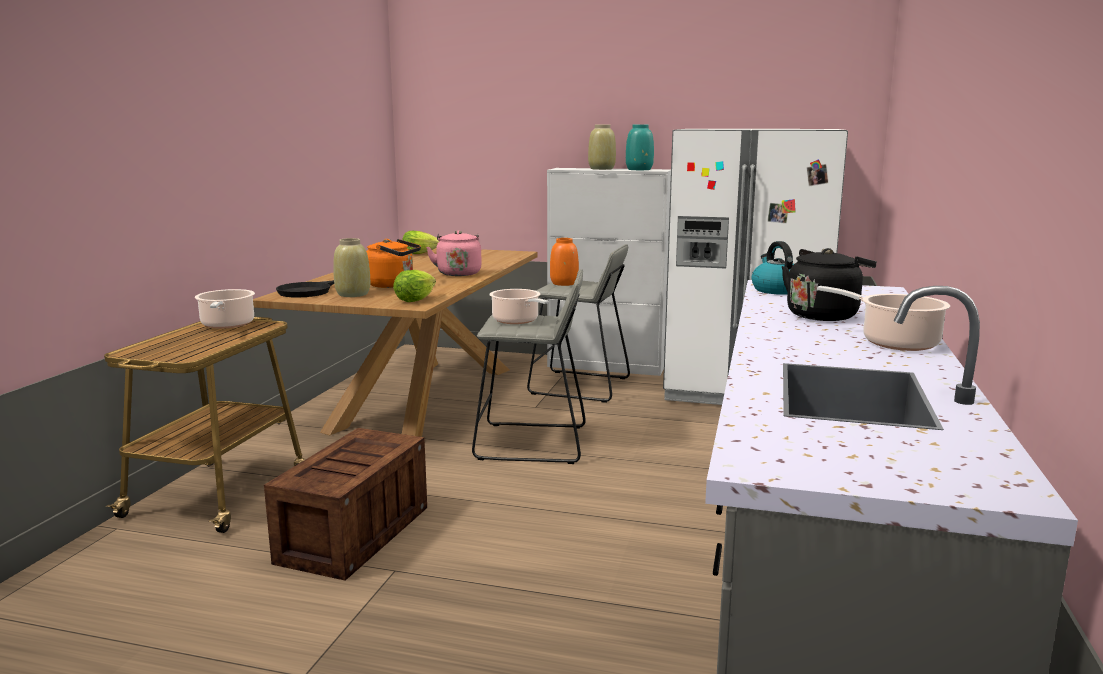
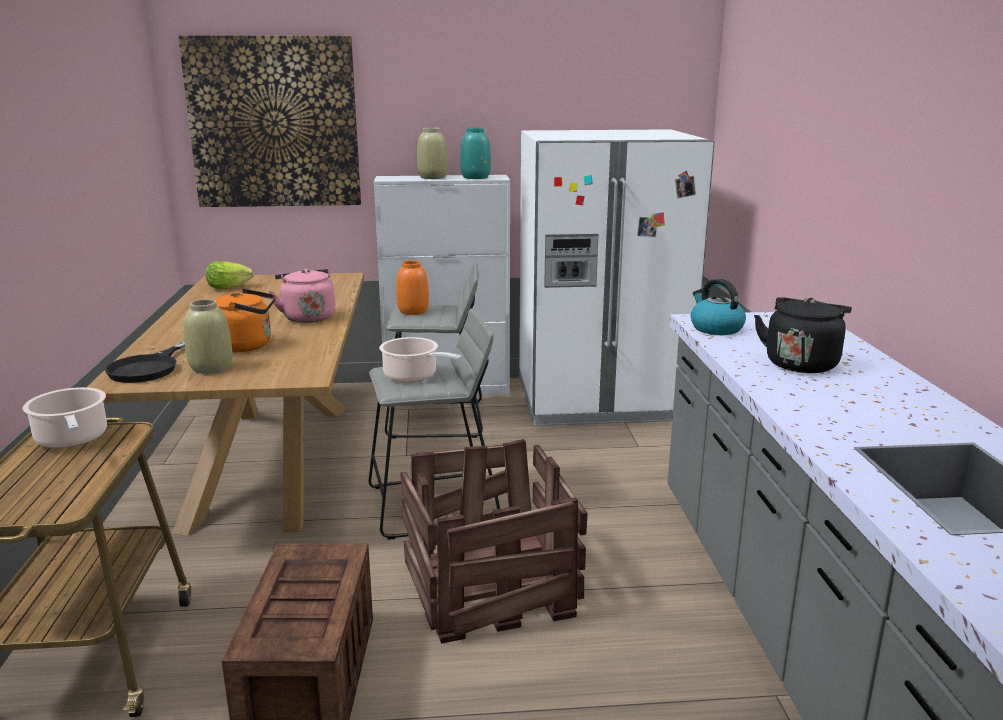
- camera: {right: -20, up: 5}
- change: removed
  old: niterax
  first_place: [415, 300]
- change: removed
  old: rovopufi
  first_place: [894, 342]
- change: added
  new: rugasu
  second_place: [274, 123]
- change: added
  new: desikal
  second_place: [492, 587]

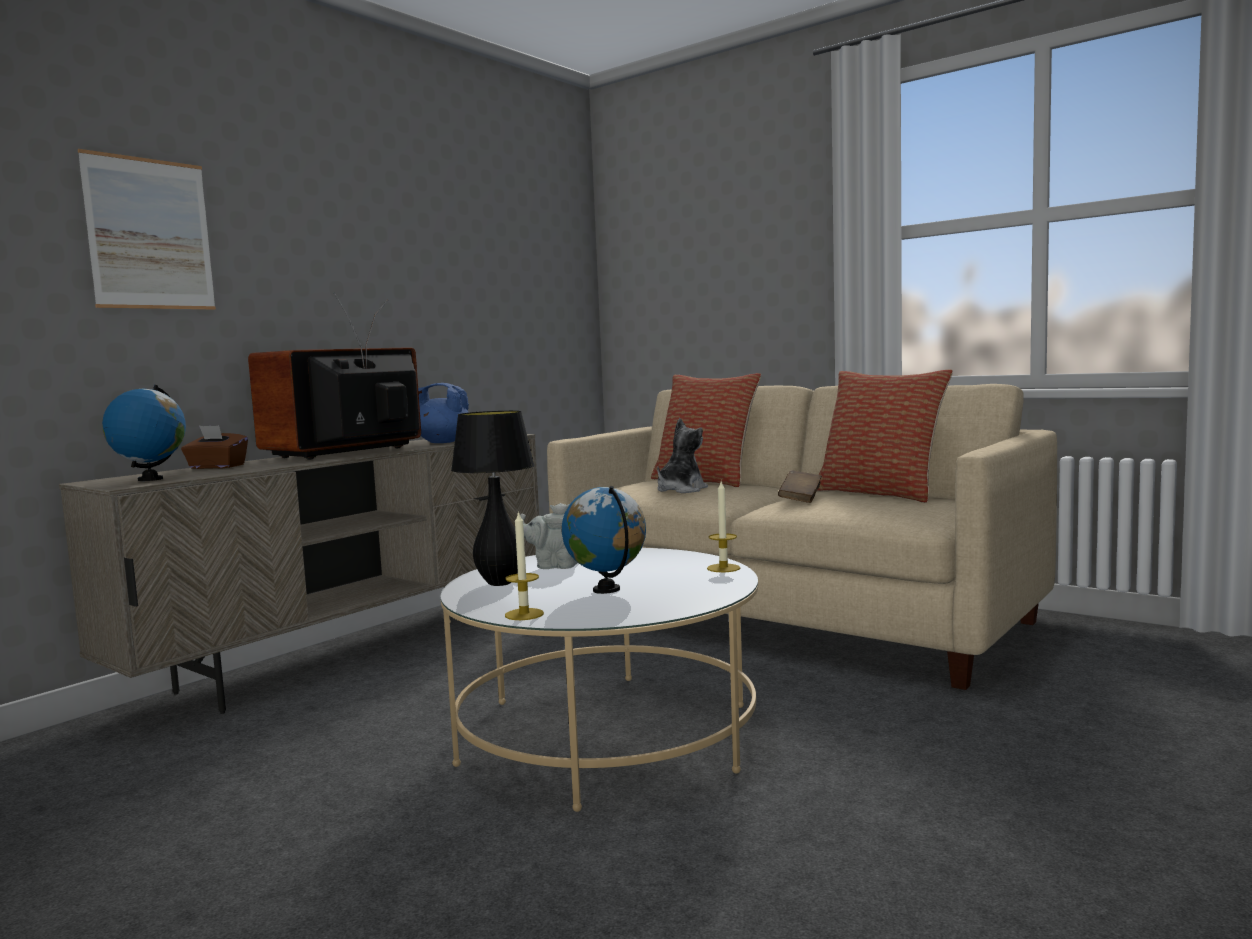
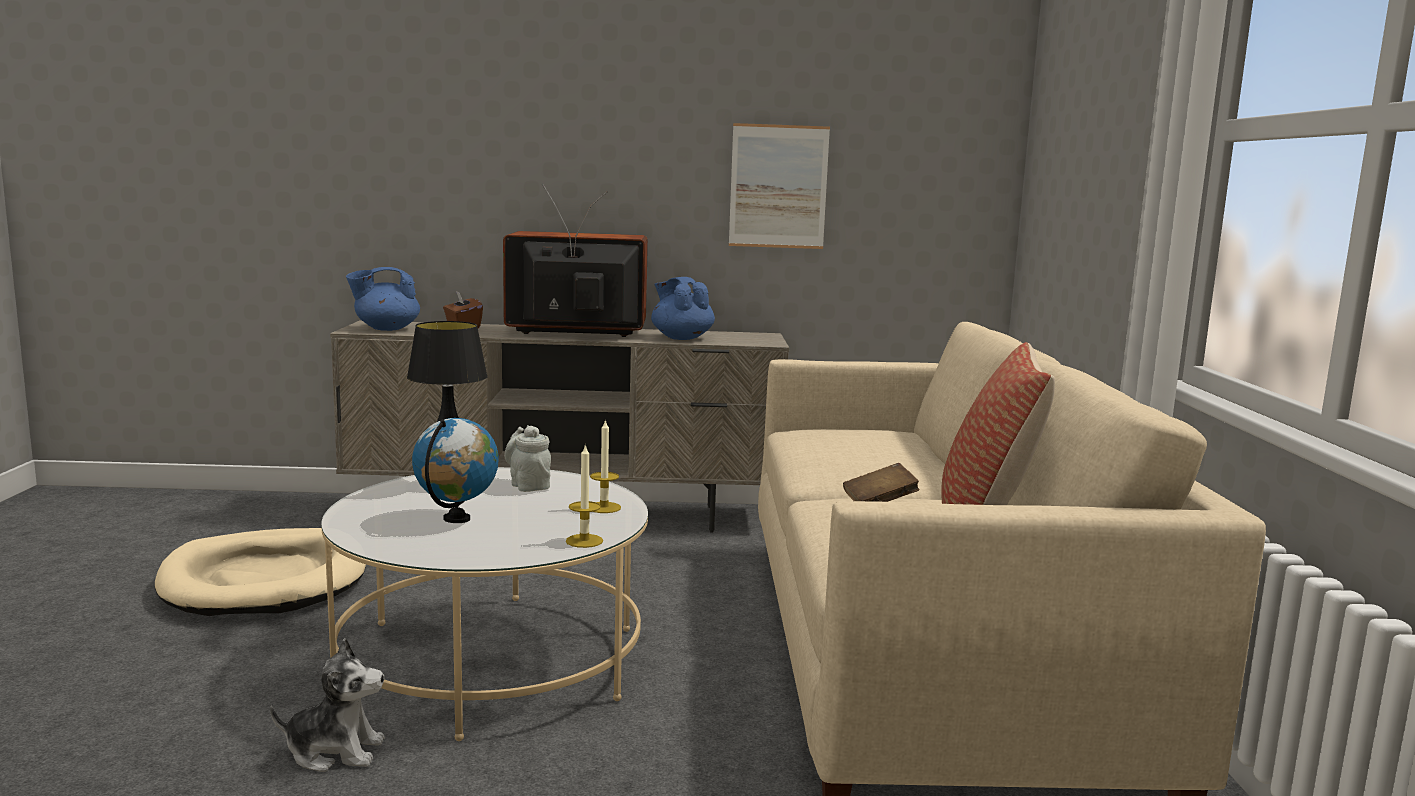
- camera: {right: 50, up: 5}
- change: moved
  old: rugasu
  first_place: [150, 234]
  second_place: [778, 186]
- change: removed
  old: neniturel
  first_place: [705, 481]
- change: replaced
  old: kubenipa
  new: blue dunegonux
  first_place: [150, 479]
  second_place: [386, 329]
- change: moved
  old: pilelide
  first_place: [680, 490]
  second_place: [335, 751]
- change: moved
  old: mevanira
  first_place: [524, 614]
  second_place: [604, 507]
- change: added
  new: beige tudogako
  second_place: [265, 580]

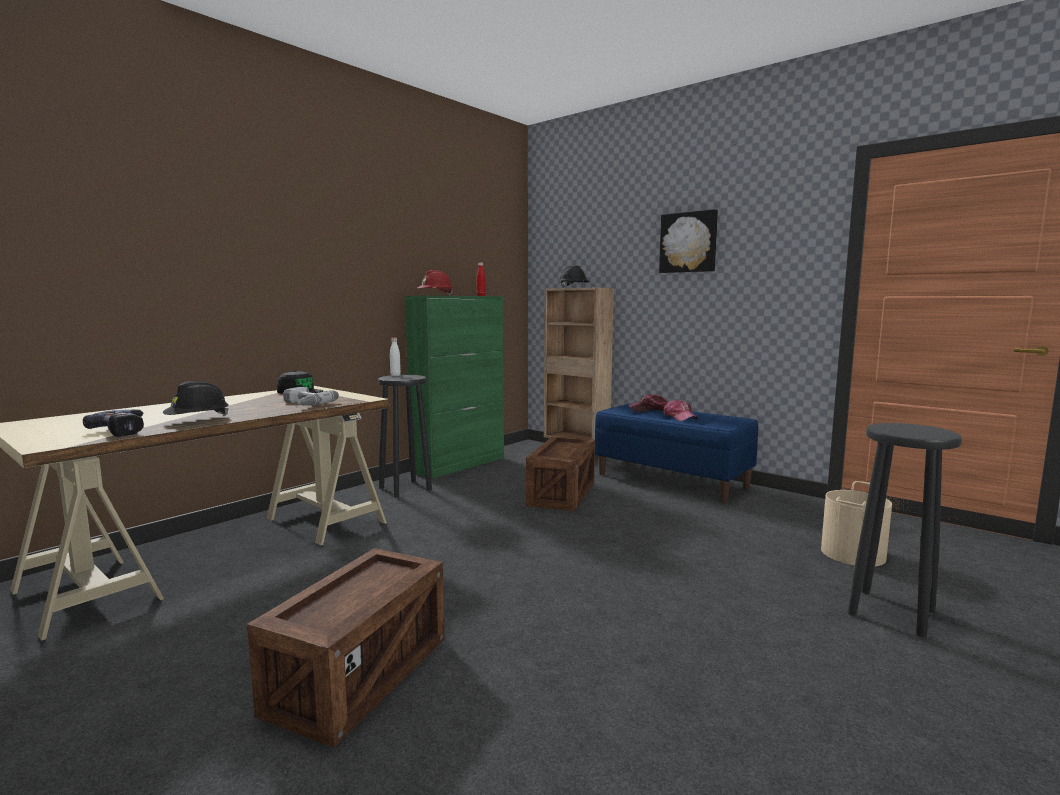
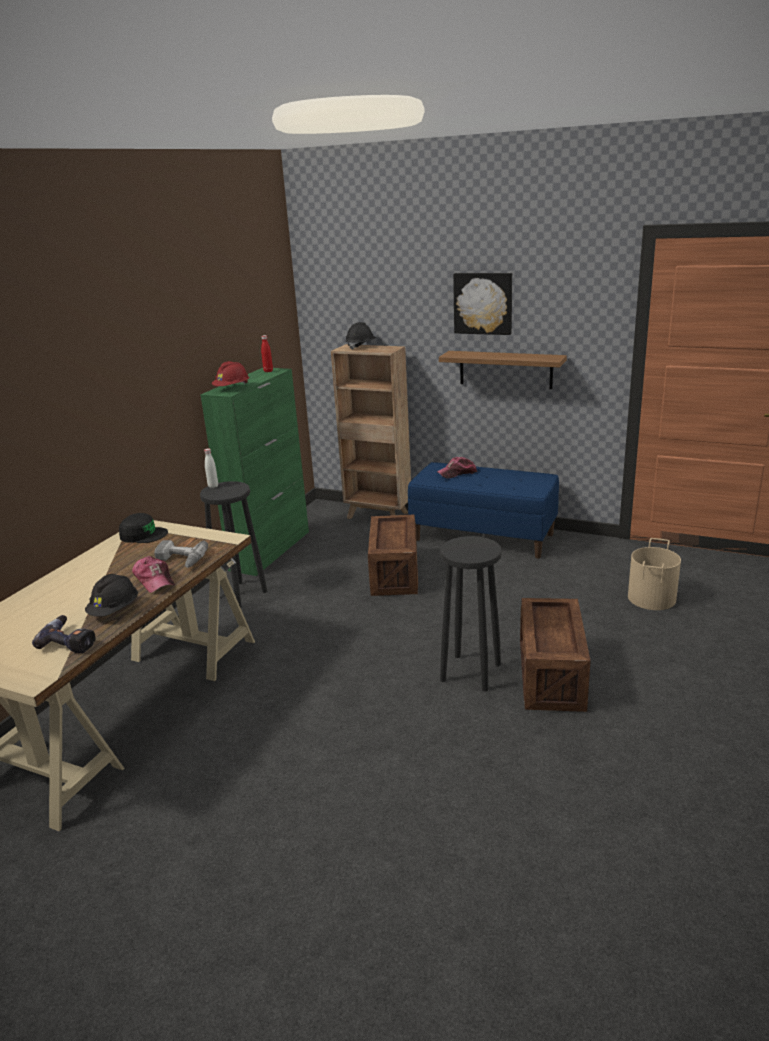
- camera: {right: -15, up: 15}
- change: moved
  old: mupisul
  first_place: [680, 417]
  second_place: [155, 580]
- change: moved
  old: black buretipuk
  first_place: [892, 612]
  second_place: [471, 672]
- change: moved
  old: desikal
  first_place: [359, 675]
  second_place: [551, 676]
- change: added
  new: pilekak
  second_place: [505, 369]

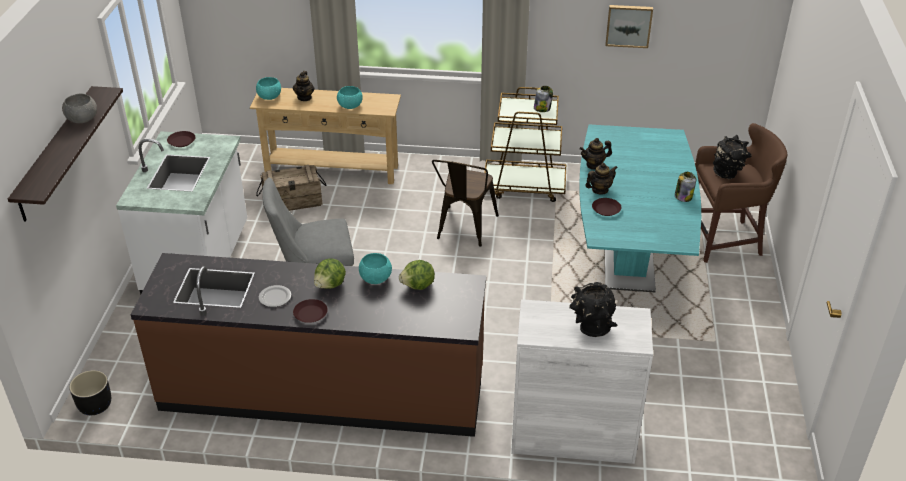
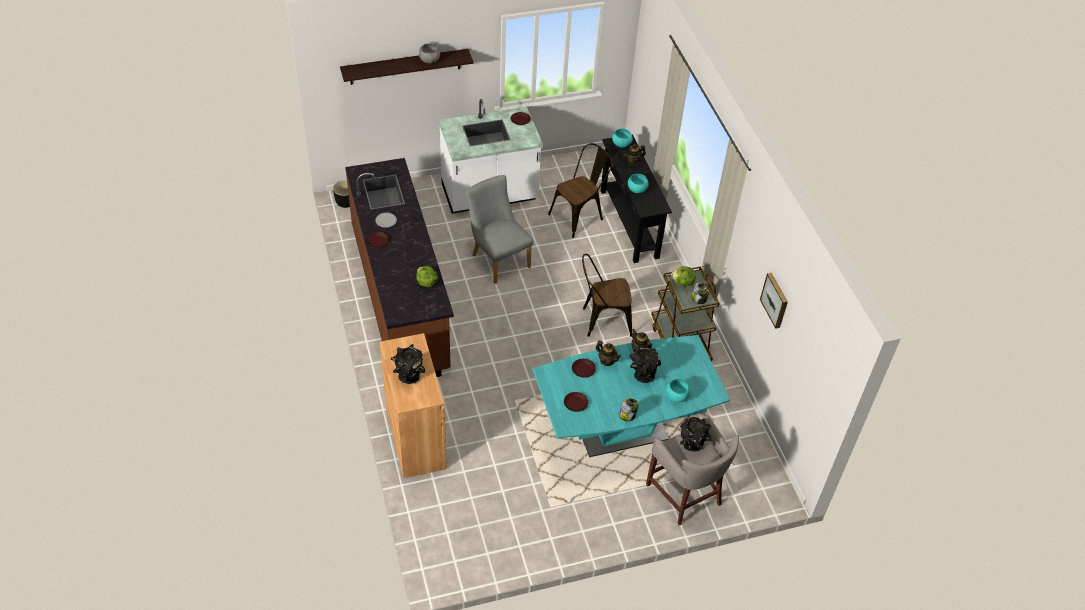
- camera: {right: 65, up: 10}
- change: recoloured
  old: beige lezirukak
  new: black lezirukak
  first_place: [332, 170]
  second_place: [629, 223]
- change: recoloured
  old: brown buretipuk
  new: grey buretipuk
  first_place: [726, 240]
  second_place: [686, 495]
- change: replaced
  old: desikal
  new: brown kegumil
  first_place: [293, 201]
  second_place: [579, 216]
- change: moved
  old: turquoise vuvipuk
  first_place: [375, 278]
  second_place: [676, 396]
- change: moved
  old: niterax
  first_place: [330, 285]
  second_place: [683, 283]
- change: recoloured
  old: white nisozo
  new: brown nisozo
  first_place: [573, 435]
  second_place: [415, 438]
- change: added
  new: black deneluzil
  second_place: [642, 375]
- change: added
  new: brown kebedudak
  second_place: [576, 403]

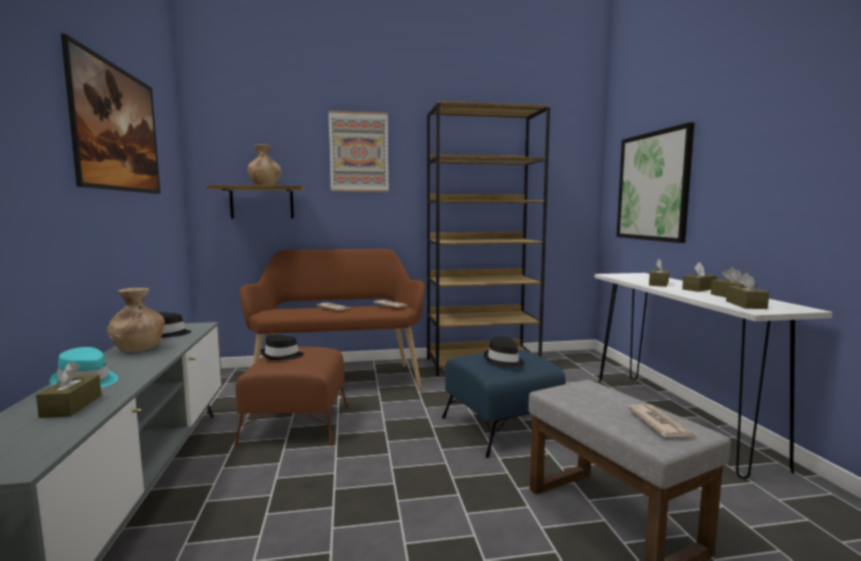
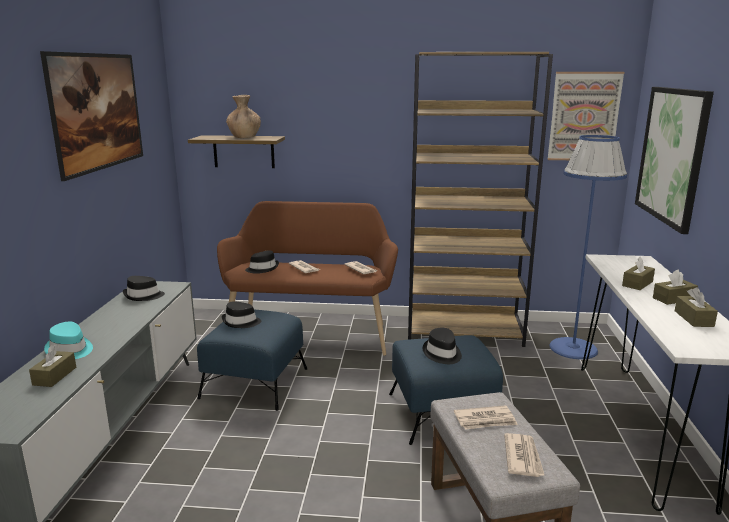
- camera: {right: 15, up: 10}
- change: moved
  old: rugasu
  first_place: [359, 152]
  second_place: [584, 116]
- change: removed
  old: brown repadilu
  first_place: [746, 305]
- change: removed
  old: brown deneluzil
  first_place: [138, 349]
- change: recoloured
  old: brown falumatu
  new: blue falumatu
  first_place: [297, 424]
  second_place: [255, 382]
- change: added
  new: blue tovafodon
  second_place: [573, 348]
- change: added
  new: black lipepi
  second_place: [262, 268]
- change: added
  new: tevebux
  second_place: [485, 420]

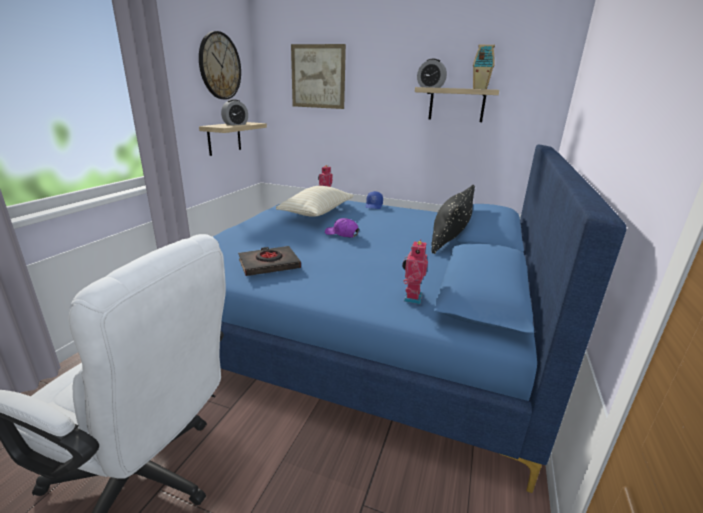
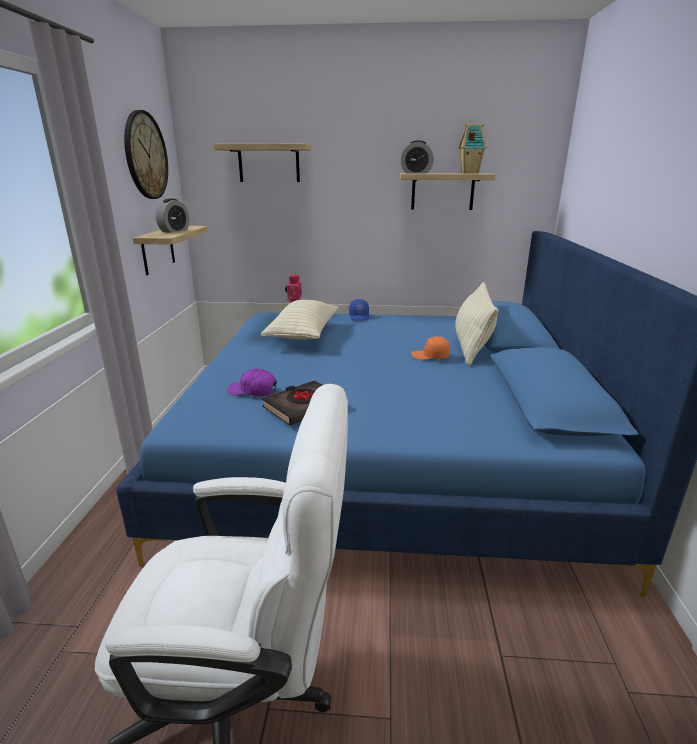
- camera: {right: -15, up: 0}
- change: replaced
  old: rugasu
  new: pilekak
  first_place: [318, 76]
  second_place: [269, 163]
- change: recoloured
  old: black neniturel
  new: beige neniturel
  first_place: [450, 239]
  second_place: [472, 347]
- change: moved
  old: purple mupisul
  first_place: [342, 234]
  second_place: [253, 391]
- change: removed
  old: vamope
  first_place: [411, 298]
- change: added
  new: orange mupisul
  second_place: [430, 356]

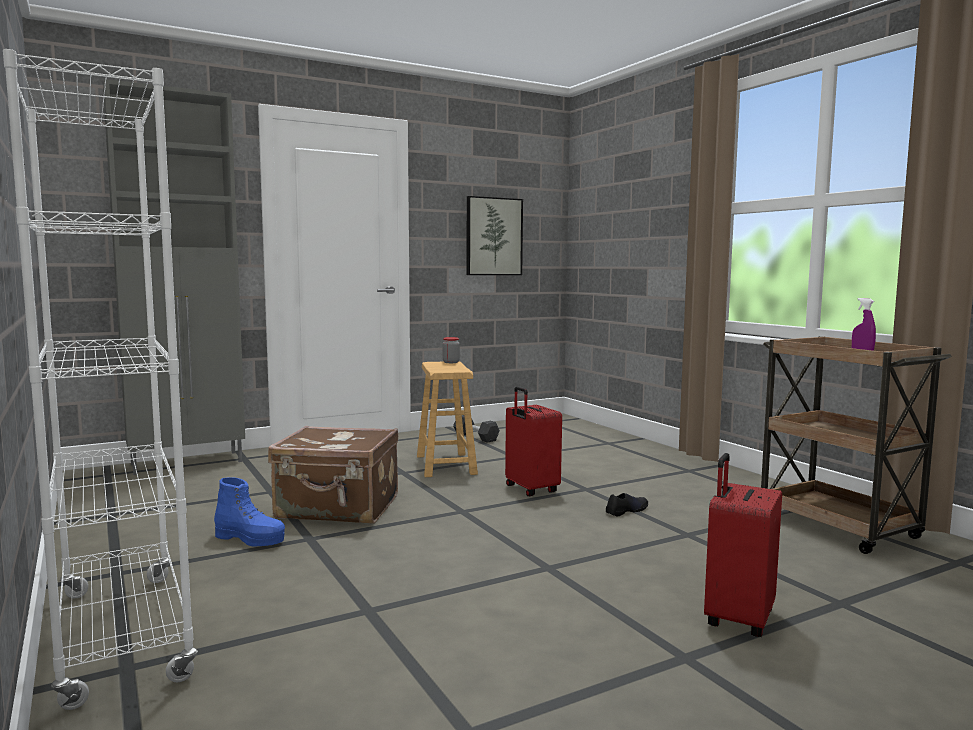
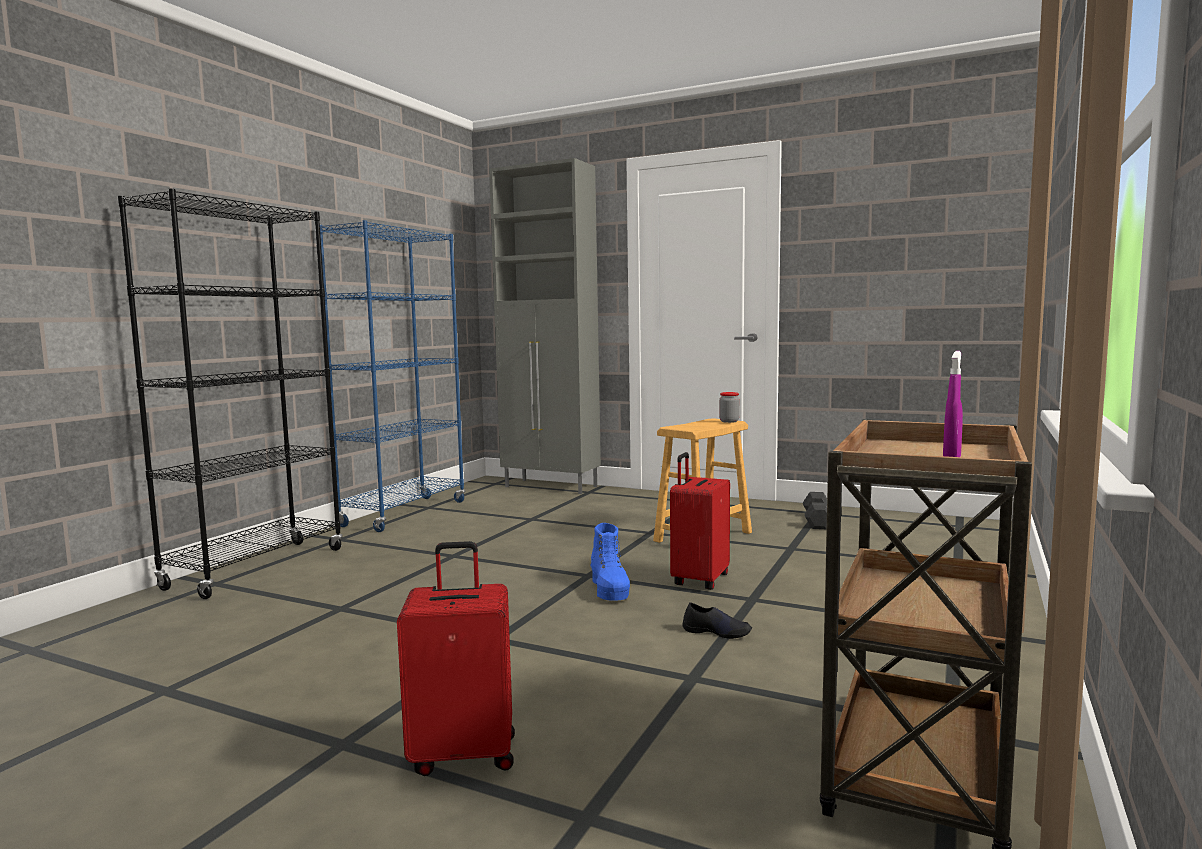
- camera: {right: 55, up: 0}
- change: recoloured
  old: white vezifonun
  new: black vezifonun
  first_place: [122, 634]
  second_place: [256, 568]
- change: removed
  old: rugasu
  first_place: [493, 236]
- change: removed
  old: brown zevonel
  first_place: [338, 508]
- change: moved
  old: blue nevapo
  first_place: [250, 539]
  second_place: [609, 589]
- change: added
  new: blue vezifonun
  second_place: [404, 514]

